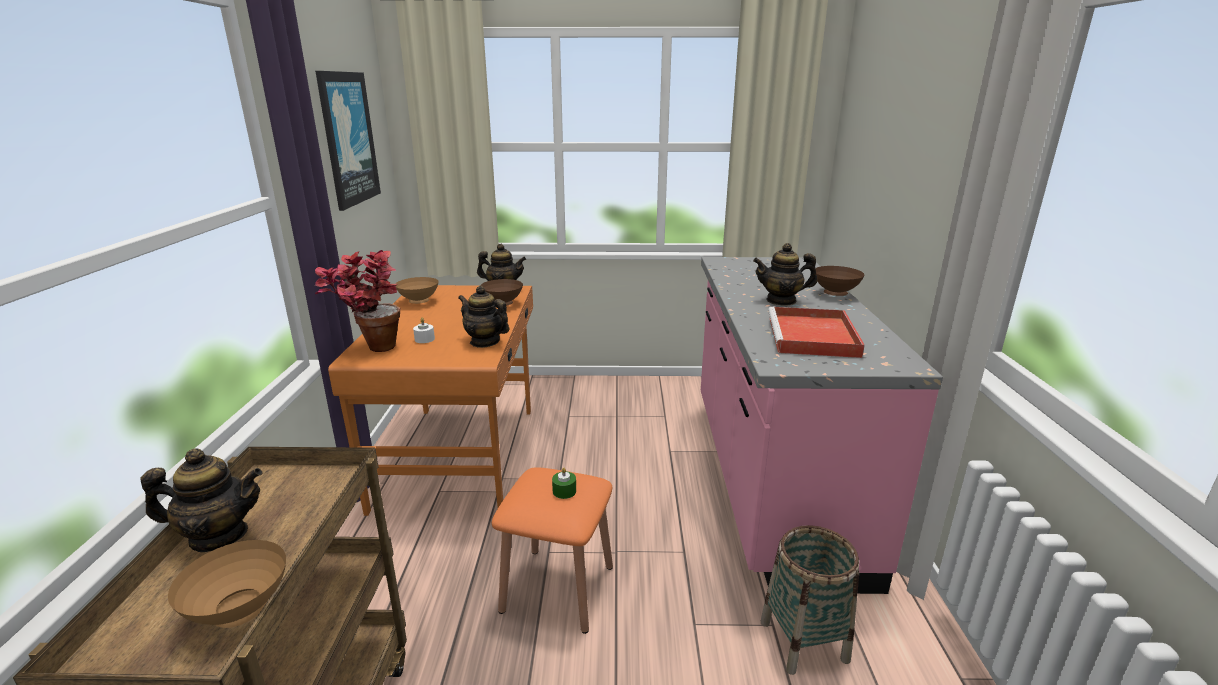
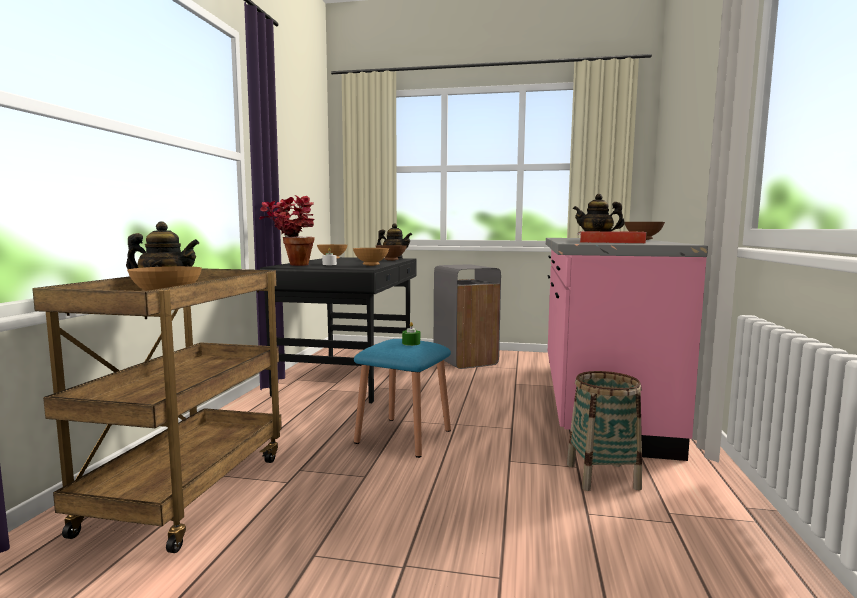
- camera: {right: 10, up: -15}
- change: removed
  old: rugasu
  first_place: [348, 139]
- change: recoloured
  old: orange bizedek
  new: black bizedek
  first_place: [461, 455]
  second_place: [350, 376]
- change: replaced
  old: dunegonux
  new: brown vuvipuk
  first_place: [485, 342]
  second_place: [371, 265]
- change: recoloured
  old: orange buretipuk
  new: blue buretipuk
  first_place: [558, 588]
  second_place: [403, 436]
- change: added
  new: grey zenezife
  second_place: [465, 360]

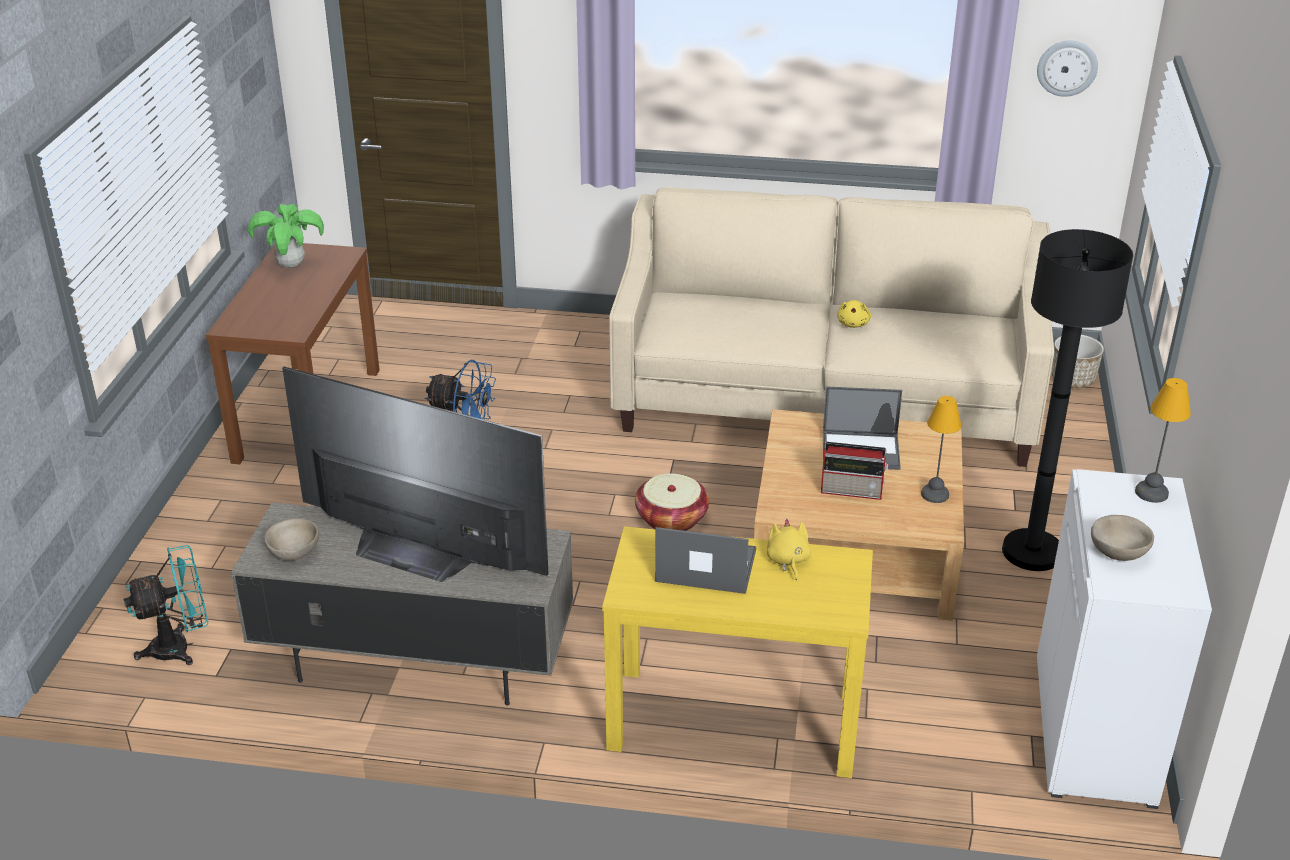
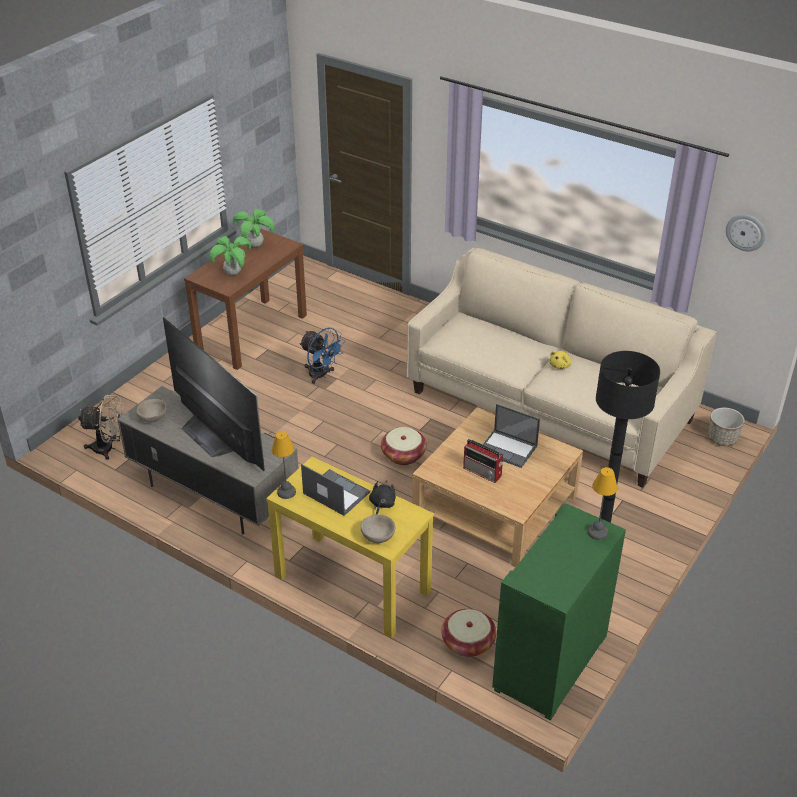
- camera: {right: 25, up: 5}
- change: moved
  old: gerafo
  first_place: [935, 494]
  second_place: [287, 492]
- change: recoloured
  old: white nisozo
  new: green nisozo
  first_place: [1096, 731]
  second_place: [551, 663]
- change: moved
  old: beige vuvipuk
  first_place: [1119, 552]
  second_place: [378, 536]
- change: recoloured
  old: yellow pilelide
  new: black pilelide
  first_place: [788, 561]
  second_place: [382, 504]
- change: recoloured
  old: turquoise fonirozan
  new: beige fonirozan
  first_place: [181, 647]
  second_place: [108, 448]
- change: added
  new: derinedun
  second_place: [233, 273]
- change: added
  new: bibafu
  second_place: [468, 642]

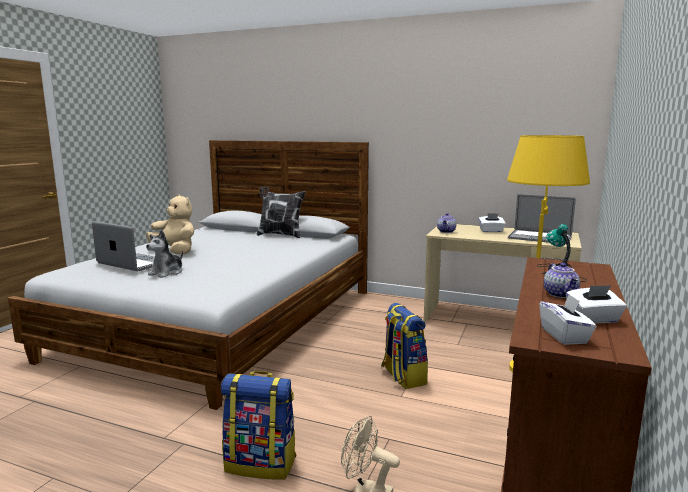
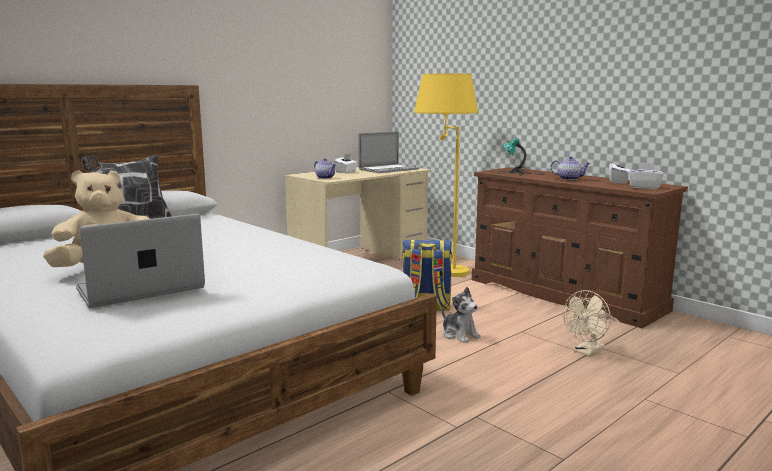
- camera: {right: -65, up: 0}
- change: moved
  old: pilelide
  first_place: [167, 272]
  second_place: [459, 335]
- change: removed
  old: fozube
  first_place: [261, 463]

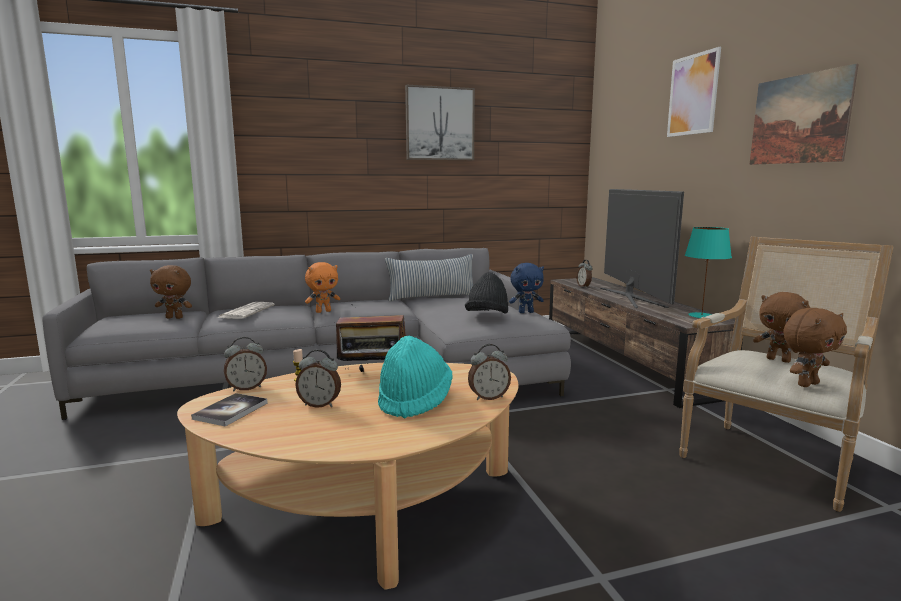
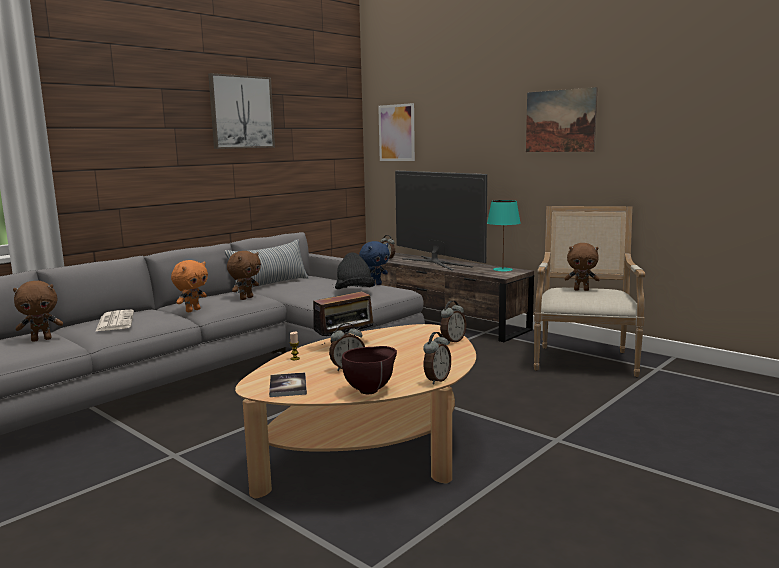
- camera: {right: -30, up: 0}
- change: moved
  old: rugasu
  first_place: [693, 94]
  second_place: [396, 133]
- change: moved
  old: brown pilelide
  first_place: [806, 384]
  second_place: [246, 298]
- change: removed
  old: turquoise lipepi
  first_place: [414, 401]
- change: moved
  old: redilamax
  first_place: [247, 388]
  second_place: [436, 380]
- change: added
  new: brown vuvipuk
  second_place: [371, 390]

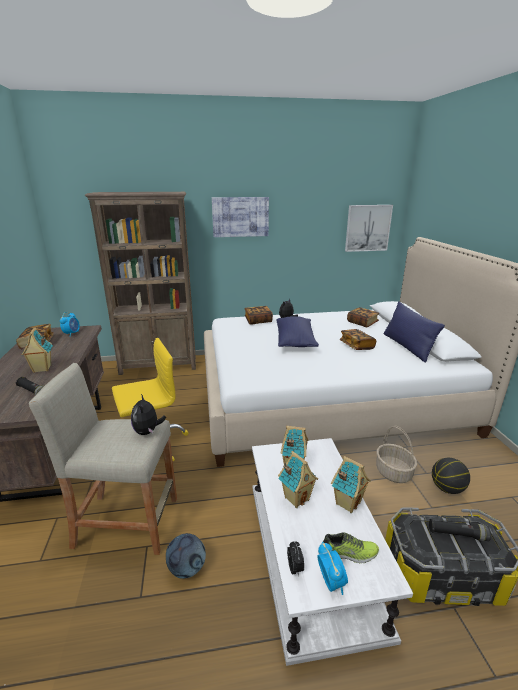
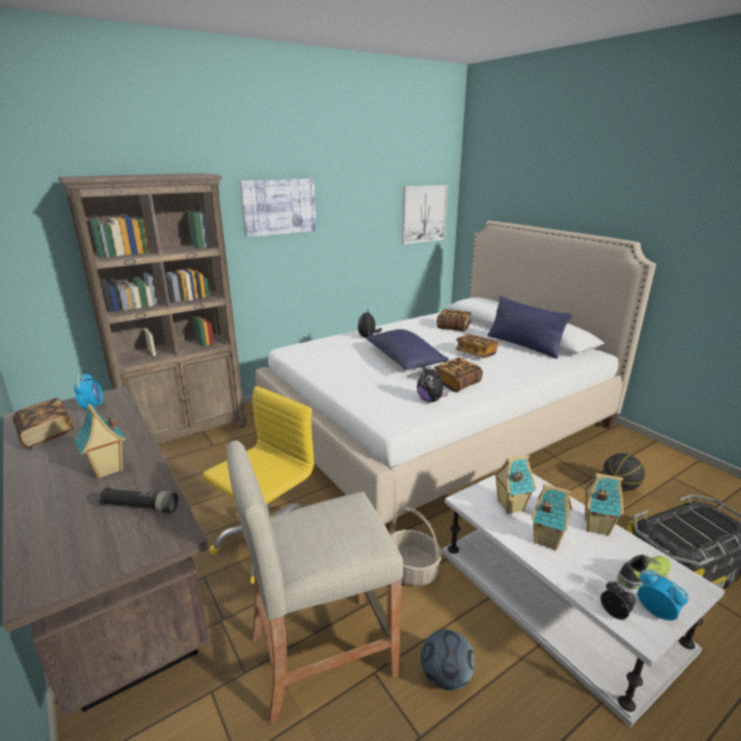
- camera: {right: -25, up: 0}
- change: moved
  old: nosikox
  first_place: [258, 321]
  second_place: [457, 383]
- change: moved
  old: pilelide
  first_place: [148, 431]
  second_place: [430, 400]
- change: moved
  old: bibafu
  first_place: [394, 472]
  second_place: [412, 570]
- change: removed
  old: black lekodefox
  first_place: [457, 534]

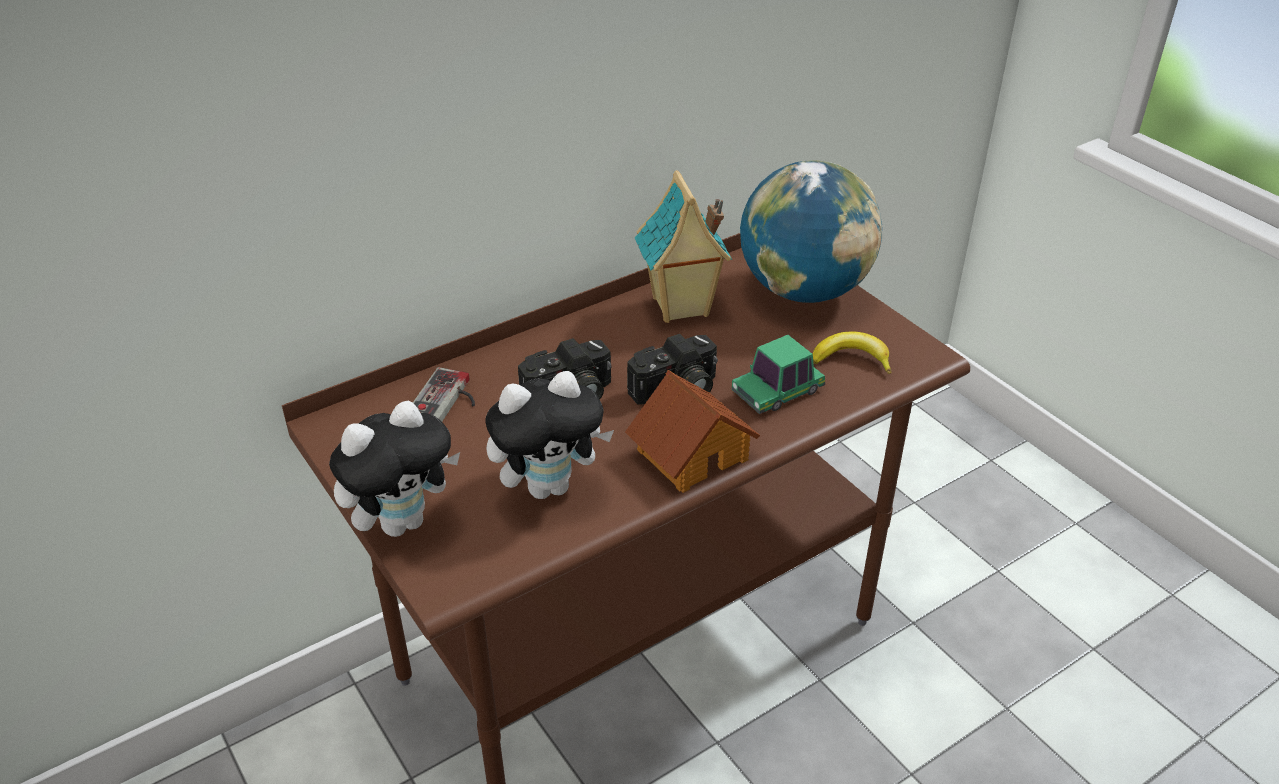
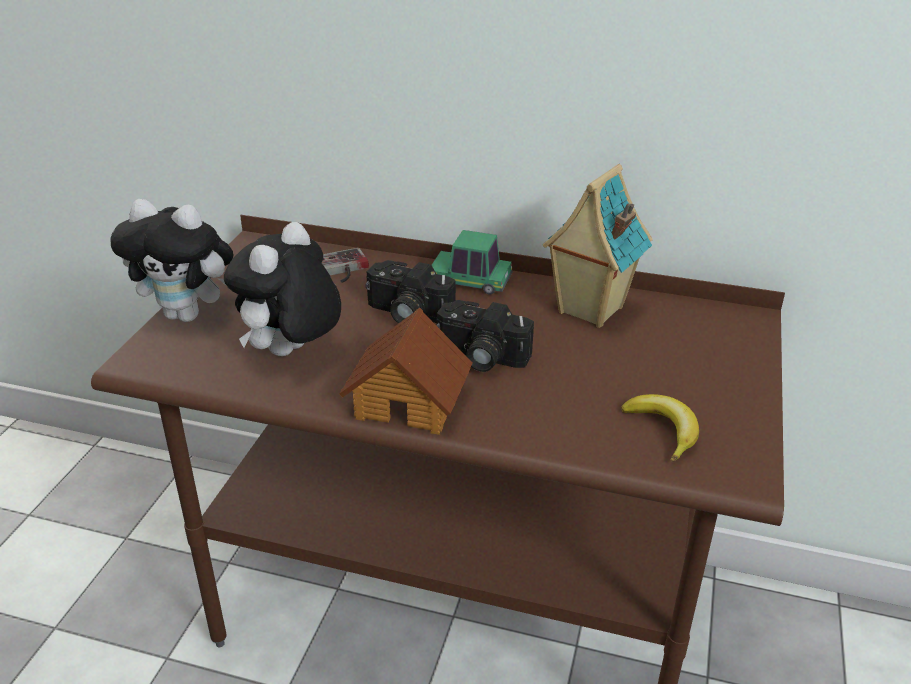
- camera: {right: 50, up: -5}
- change: removed
  old: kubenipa
  first_place: [804, 291]
- change: moved
  old: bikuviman
  first_place: [778, 392]
  second_place: [470, 281]
- change: turned
  old: pilelide
  first_place: [549, 486]
  second_place: [291, 354]
  degrees: 90

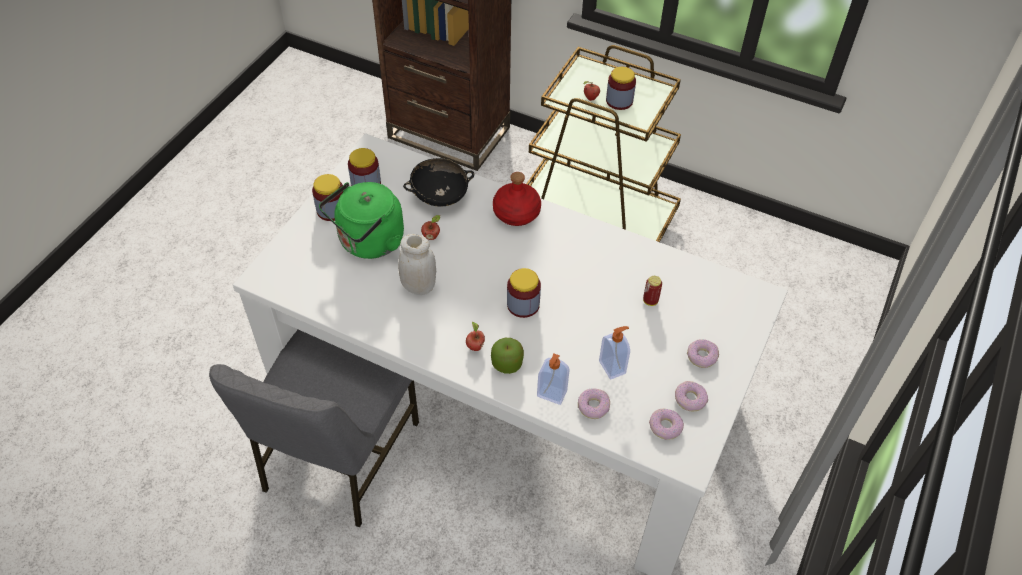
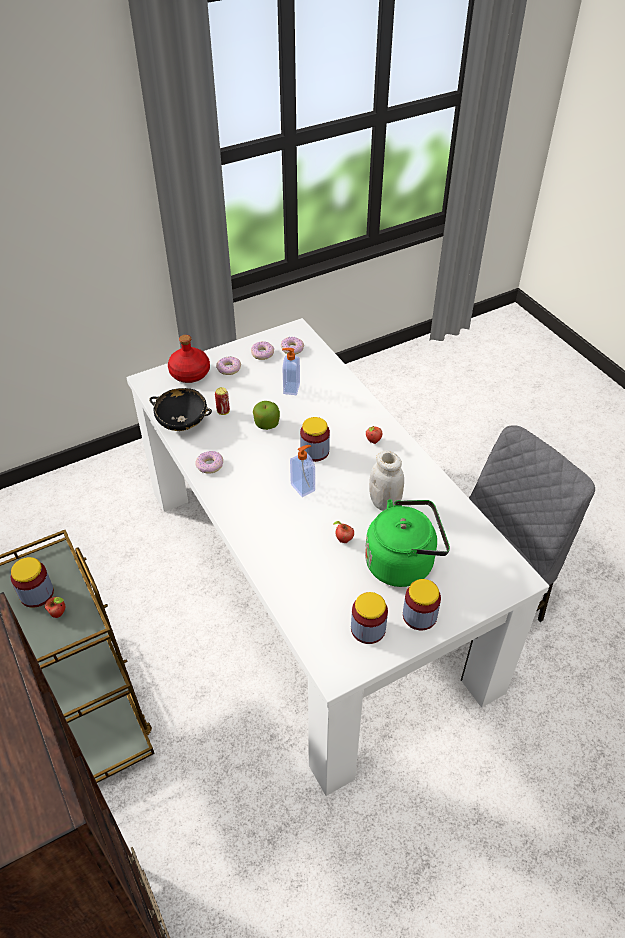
- camera: {right: -145, up: -5}
- change: moved
  old: black vuvipuk
  first_place: [440, 196]
  second_place: [182, 422]
- change: moved
  old: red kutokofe
  first_place: [517, 212]
  second_place: [189, 373]
- change: moved
  old: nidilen
  first_place: [507, 363]
  second_place: [266, 423]
- change: moved
  old: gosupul
  first_place: [551, 394]
  second_place: [303, 487]
- change: moved
  old: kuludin
  first_place: [593, 406]
  second_place: [210, 465]

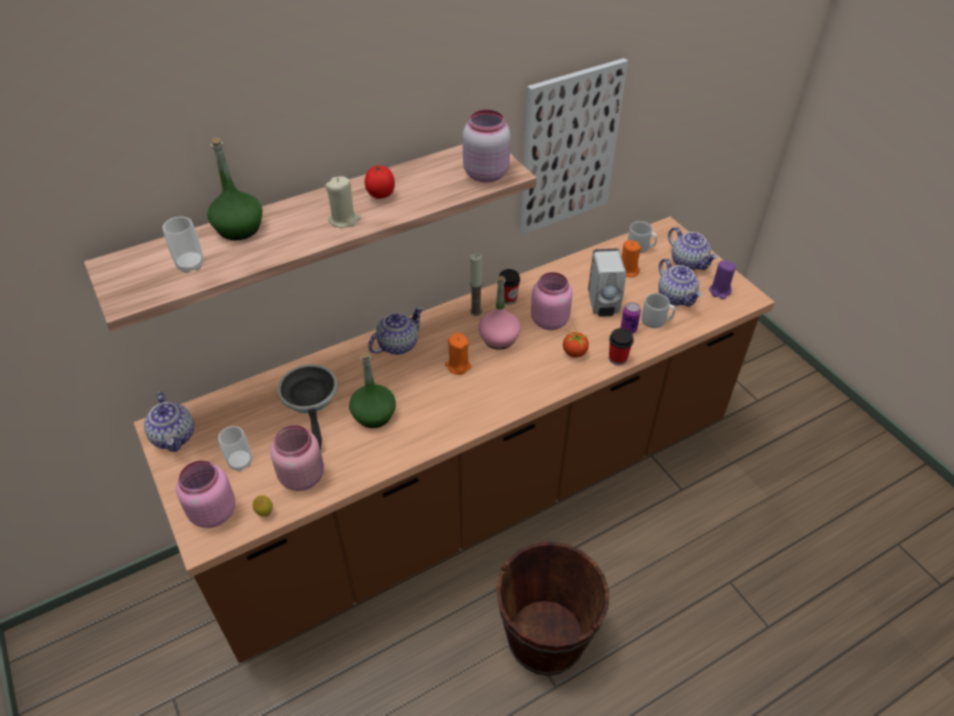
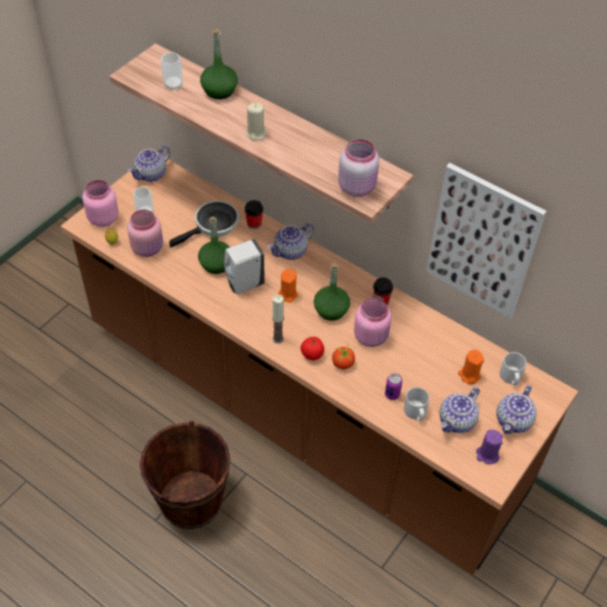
- camera: {right: 65, up: 5}
- change: moved
  old: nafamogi
  first_place: [380, 195]
  second_place: [312, 355]
- change: moved
  old: white gosupul
  first_place: [603, 305]
  second_place: [243, 284]
- change: moved
  old: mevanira
  first_place: [476, 311]
  second_place: [278, 339]
- change: recoloured
  old: pink kutokofe
  new: green kutokofe
  first_place: [499, 338]
  second_place: [331, 310]
- change: turned
  old: dunegonux
  first_place: [398, 344]
  second_place: [290, 252]
  degrees: 120
- change: moved
  old: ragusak
  first_place: [617, 358]
  second_place: [254, 224]

